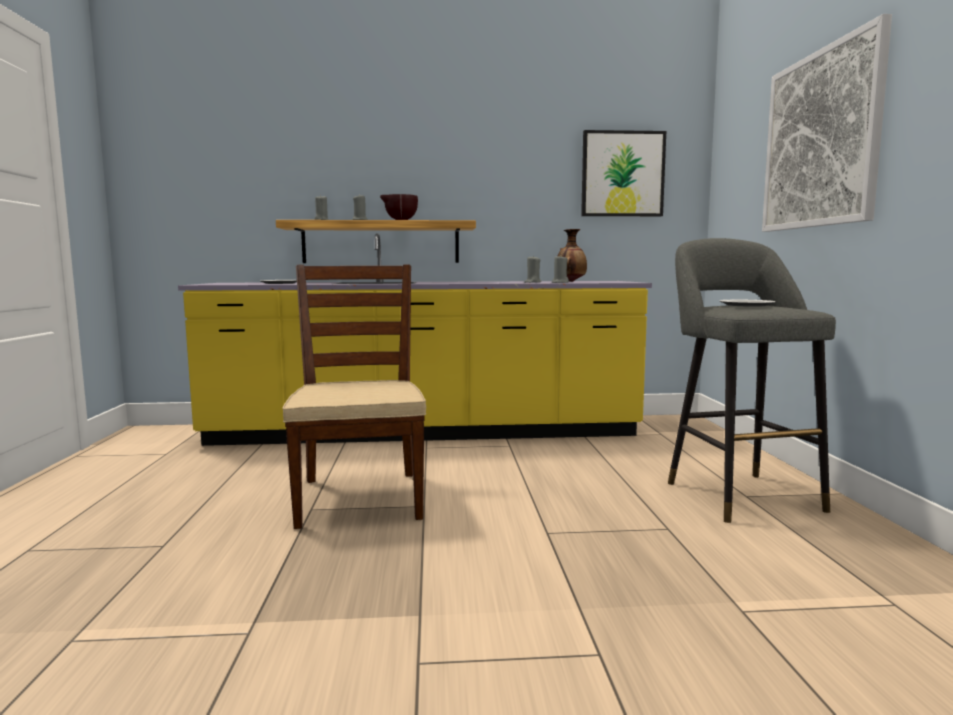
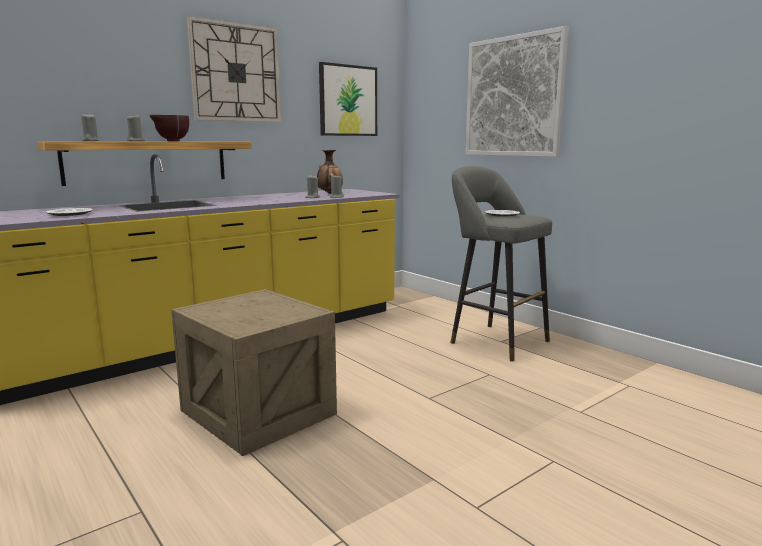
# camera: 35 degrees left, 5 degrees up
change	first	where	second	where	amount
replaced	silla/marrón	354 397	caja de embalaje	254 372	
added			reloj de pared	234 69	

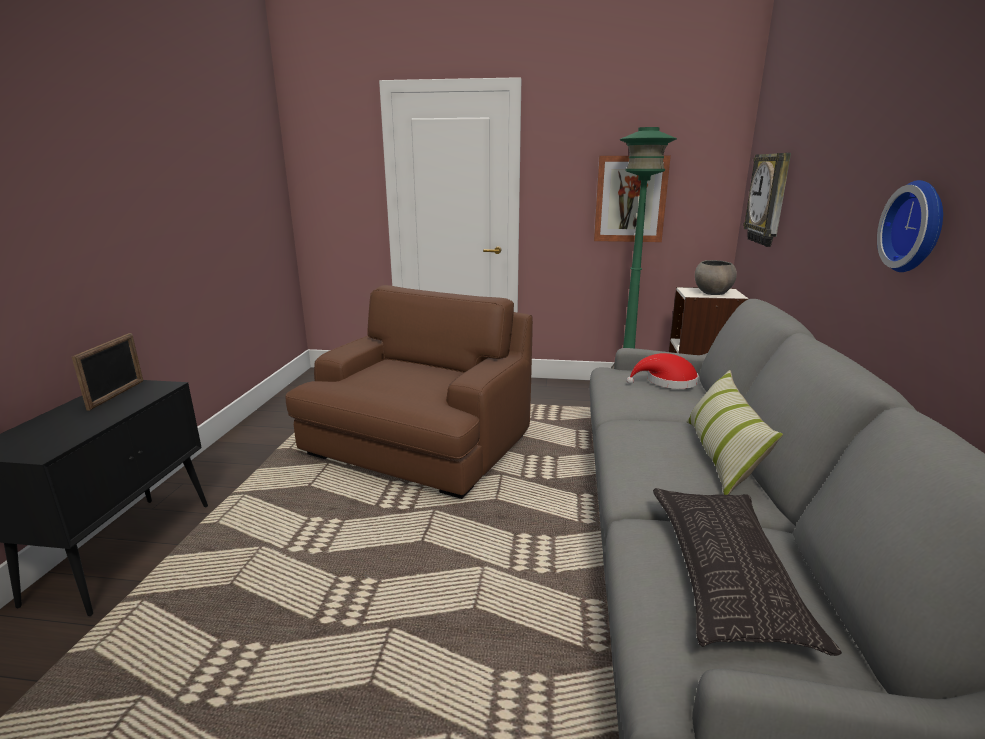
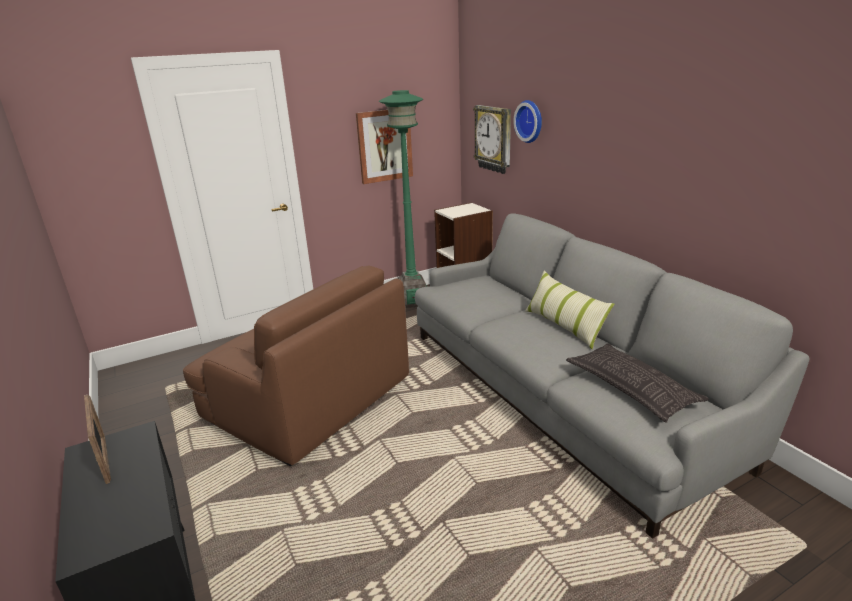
# camera: 35 degrees left, 5 degrees up
change	first	where	second	where	amount
moved	reloj de pared	910 226		527 121	
removed	cuenco/gris	716 277			
turned	sillón/marrón	409 392		296 365	135 degrees clockwise
removed	sombrero/rojo	662 371			

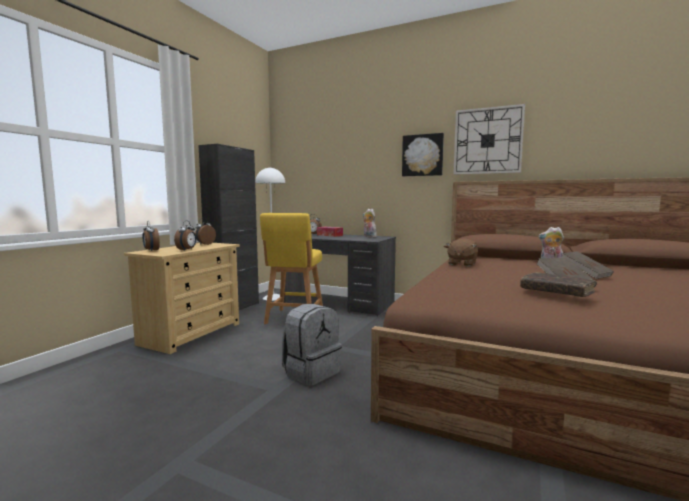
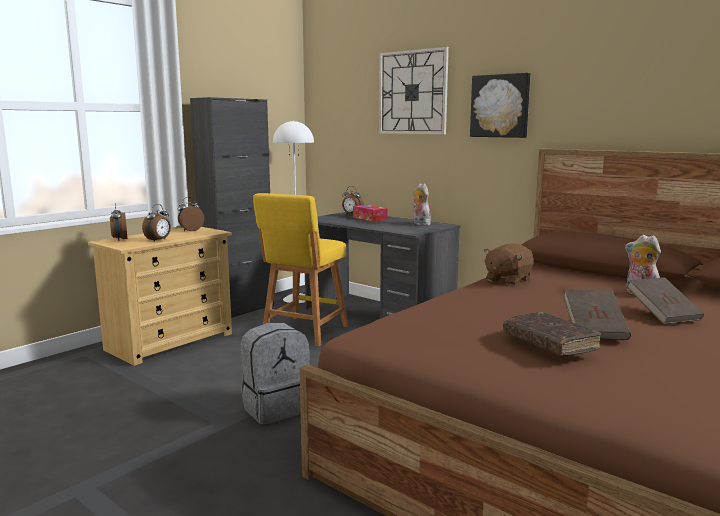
# camera: 15 degrees right, 5 degrees up
change	first	where	second	where	amount
moved	reloj de pared	489 139		414 91	

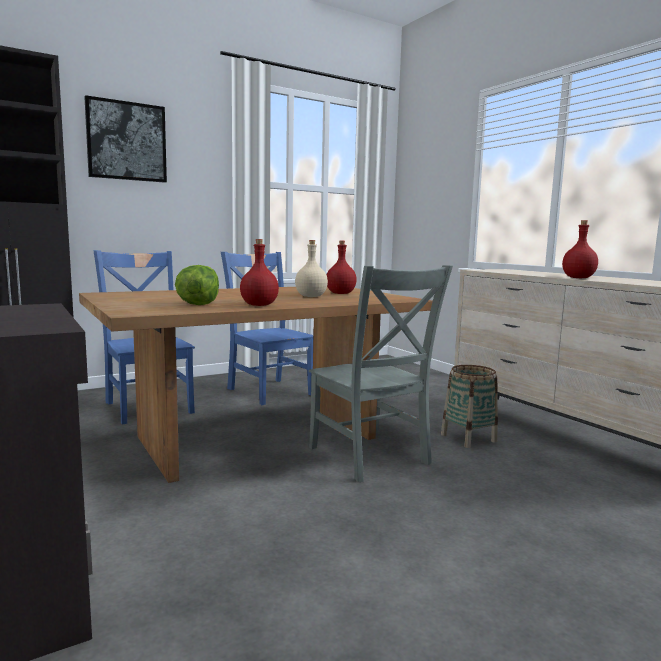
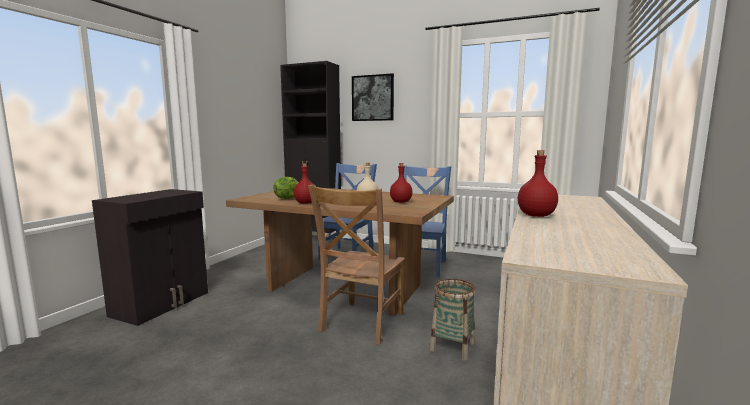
# camera: 55 degrees right, 0 degrees up
change	first	where	second	where	amount
recoloured	silla/gris	381 374	silla/marrón	356 265	

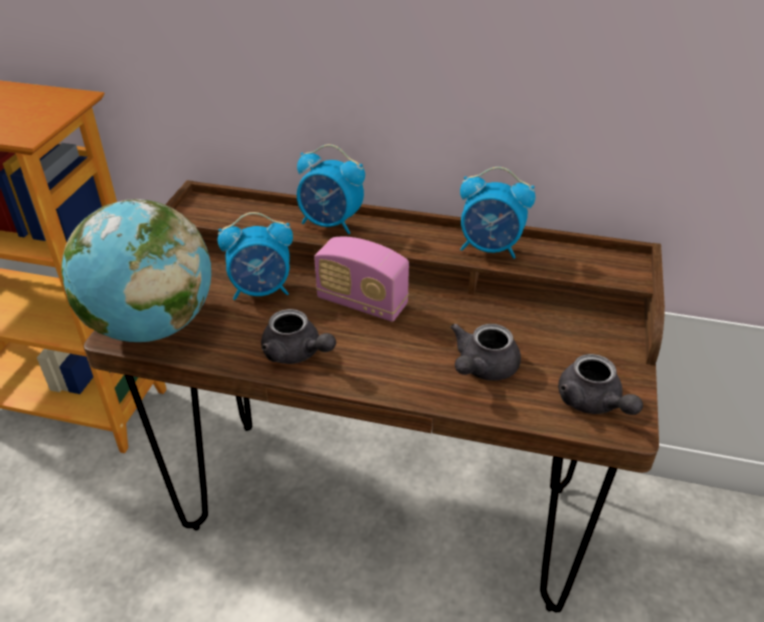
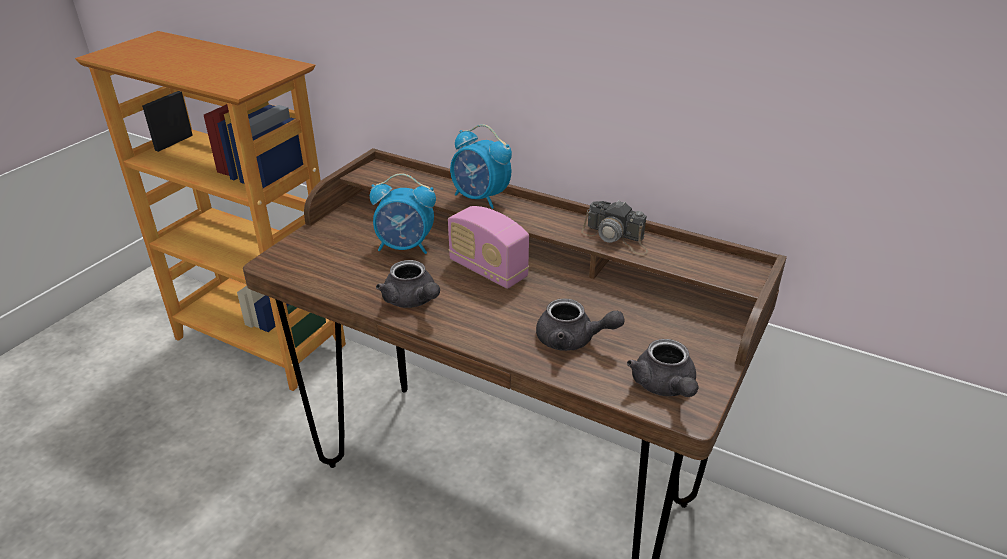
# camera: 15 degrees right, 5 degrees down
change	first	where	second	where	amount
replaced	despertador	497 213	cámara	614 227	
removed	globo terráqueo	136 270			
turned	tetera/gris	485 352		580 324	120 degrees counterclockwise

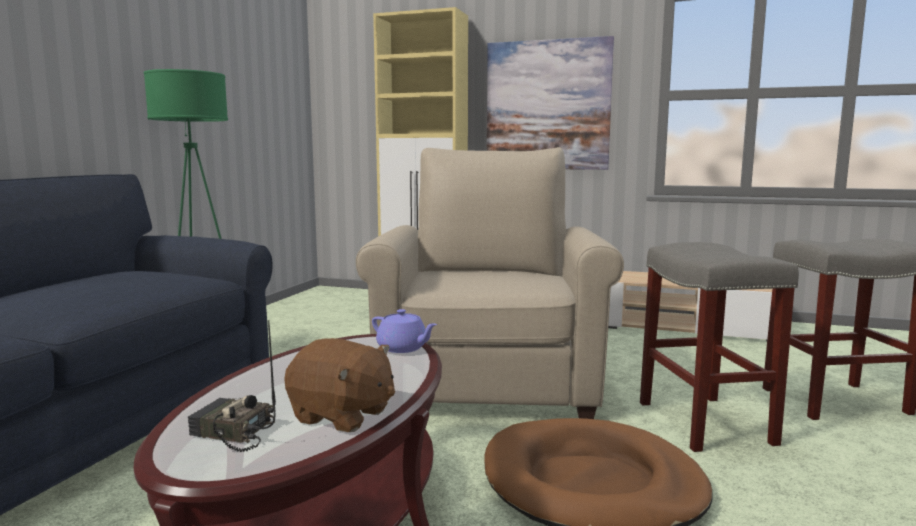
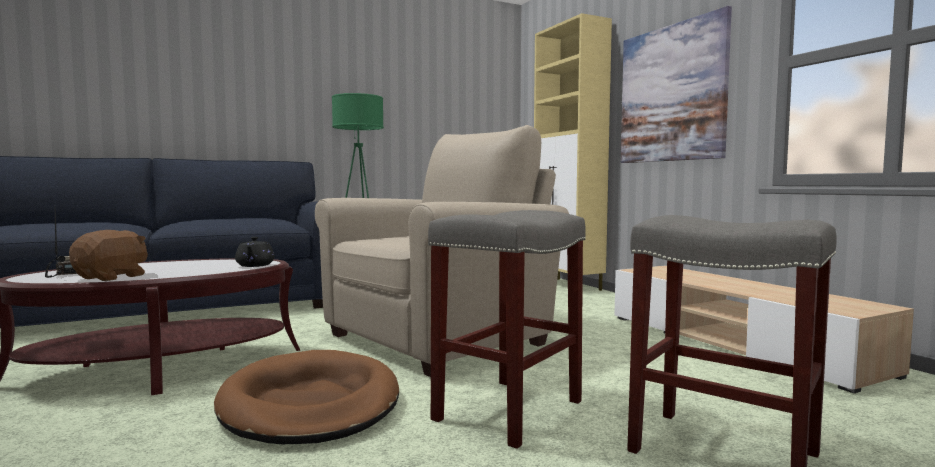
# camera: 45 degrees right, 5 degrees down
change	first	where	second	where	amount
recoloured	tetera/morado	404 331	tetera/negro	255 252	
turned	peluche/marrón	339 385		108 255	135 degrees counterclockwise

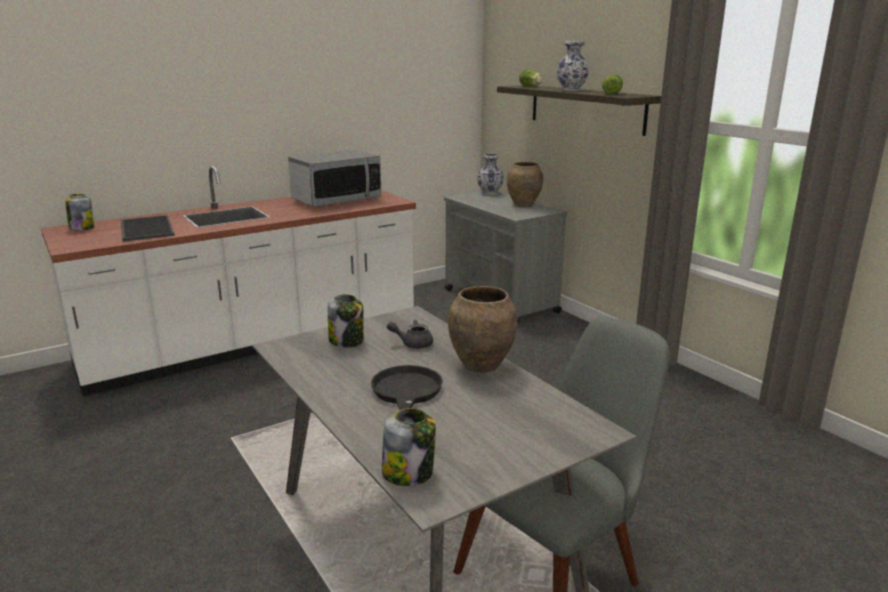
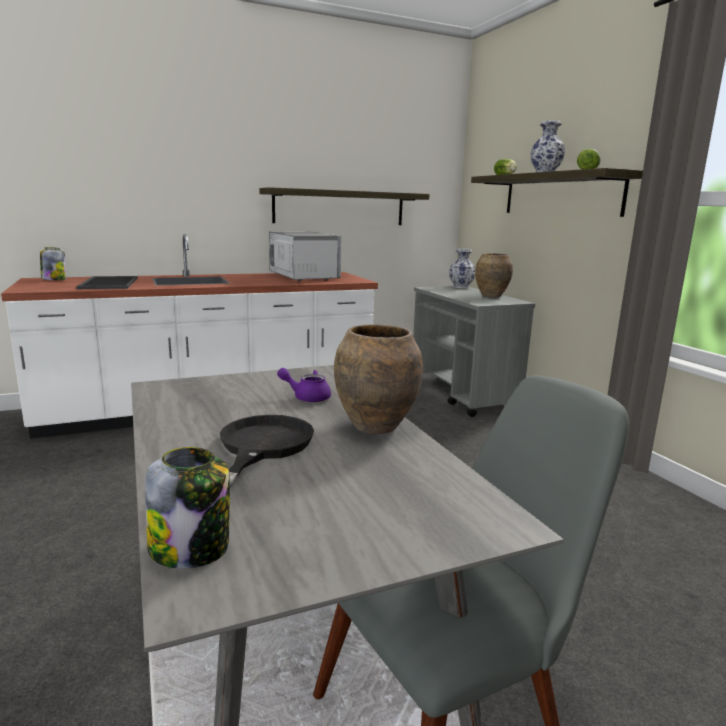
# camera: 10 degrees right, 5 degrees down
change	first	where	second	where	amount
turned	microondas	335 178		305 256	90 degrees counterclockwise
removed	tarro	346 320			
recoloured	tetera/gris	410 334	tetera/morado	304 385	
added			estante	344 206	

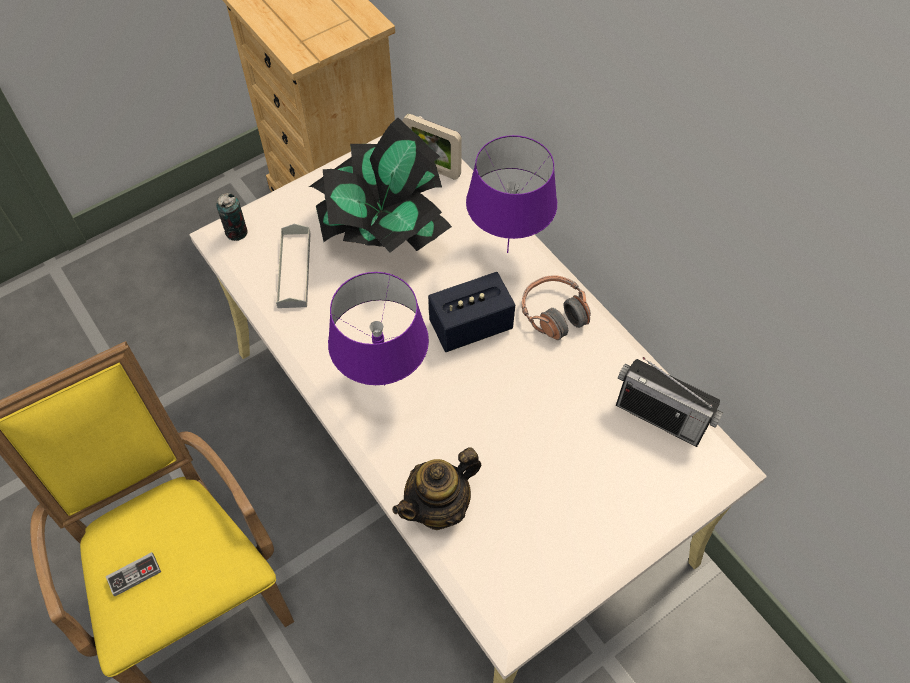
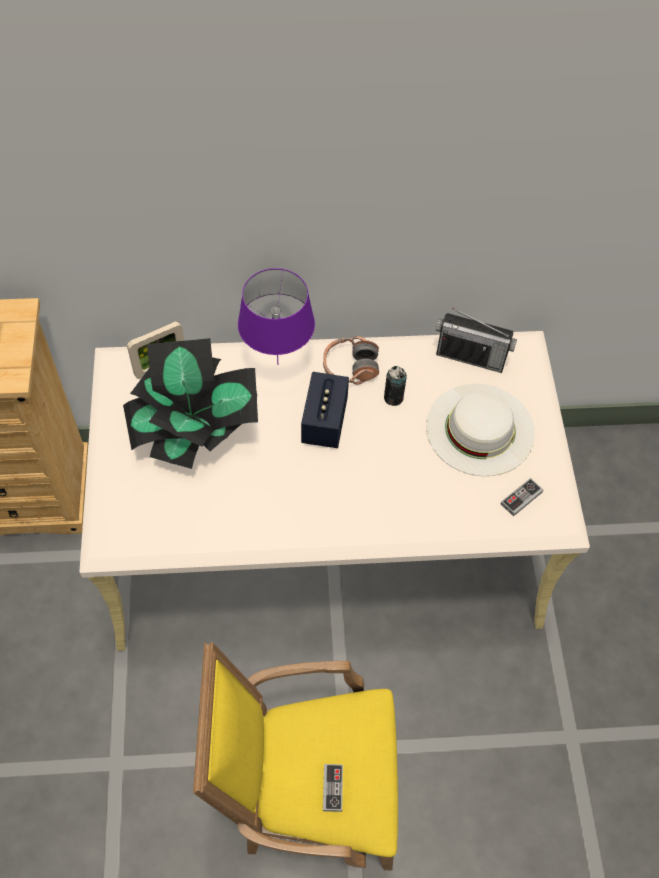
# camera: 60 degrees left, 0 degrees up
change	first	where	second	where	amount
moved	lata	231 217		395 386	
removed	bandeja/gris	293 266			
removed	lámpara de mesa/morado	378 329			
turned	radio	669 402		476 340	45 degrees clockwise
removed	tetera	436 488			
added			sombrero/blanco	480 430	
added			mando de consola	522 497	

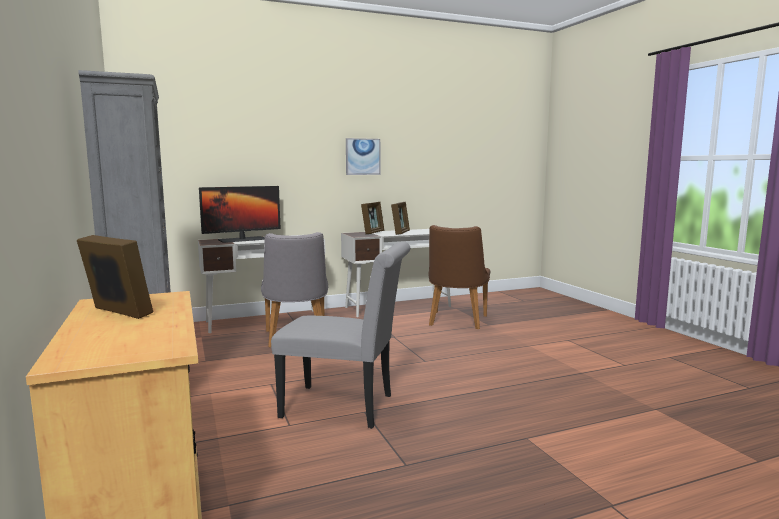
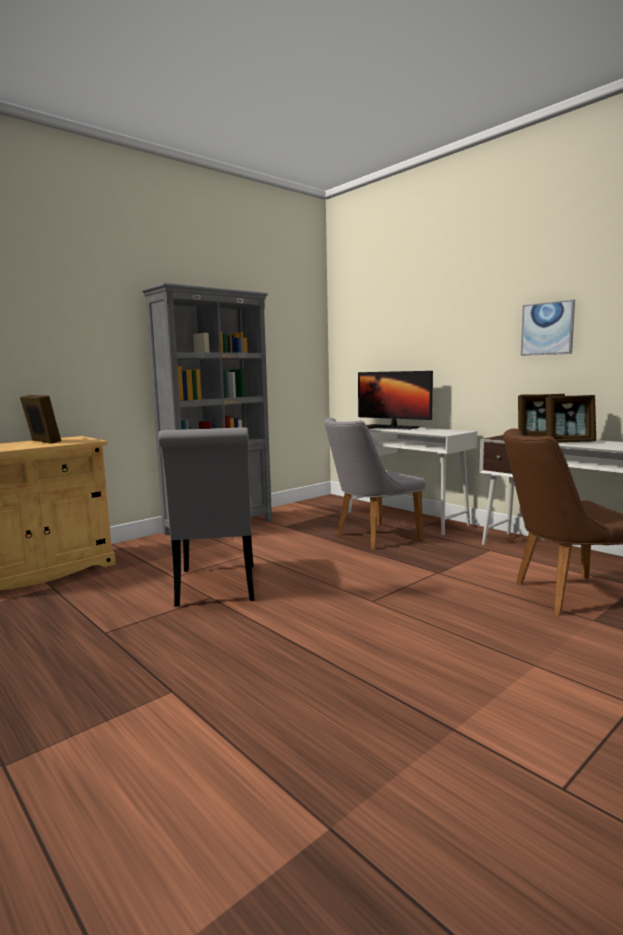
# camera: 70 degrees right, 0 degrees up
change	first	where	second	where	amount
turned	portarretratos	115 277		40 419	60 degrees counterclockwise

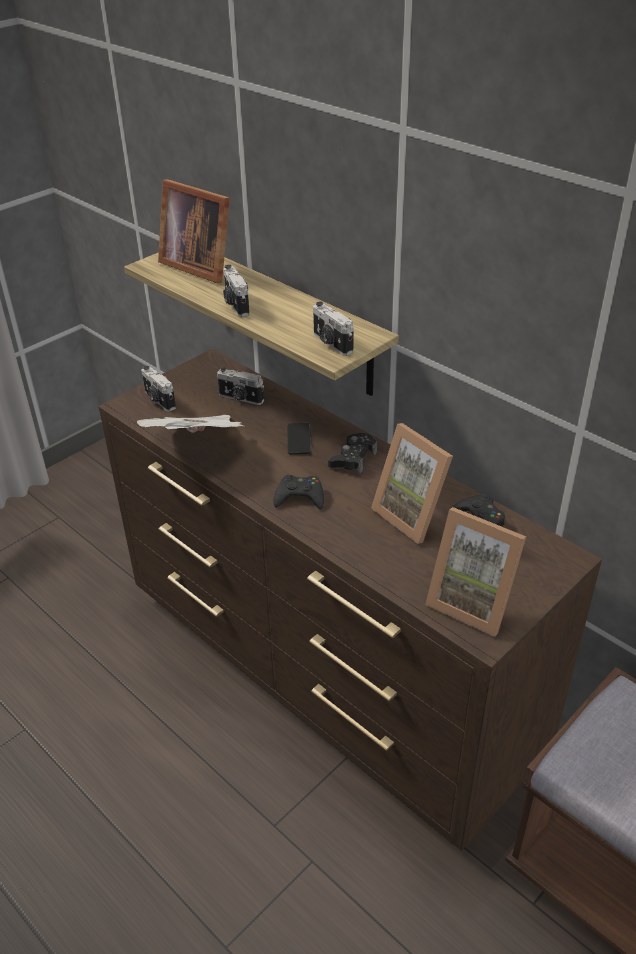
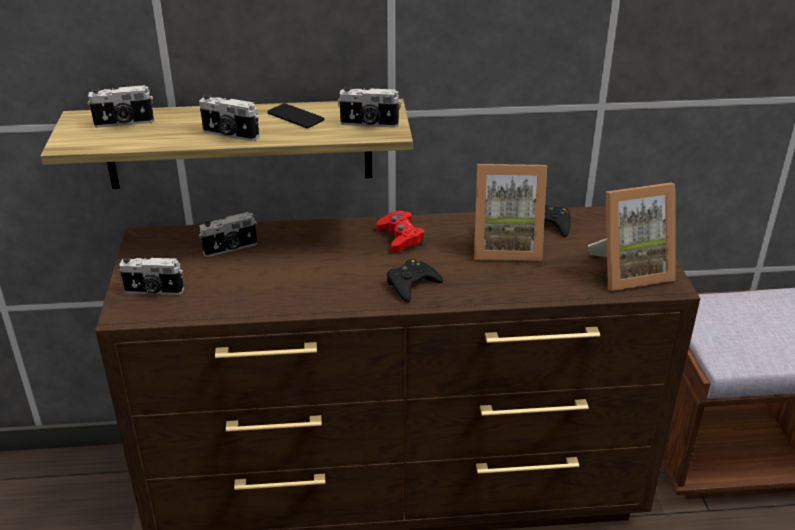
# camera: 50 degrees left, 5 degrees down
change	first	where	second	where	amount
replaced	portarretratos	194 231	cámara	120 106	
removed	periódico	190 424			
moved	móvil	299 439		295 115	
recoloured	mando de consola/negro	352 453	mando de consola/rojo	401 232	

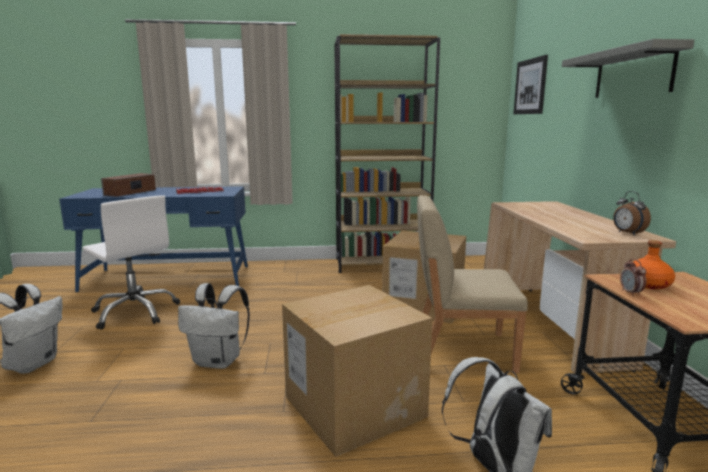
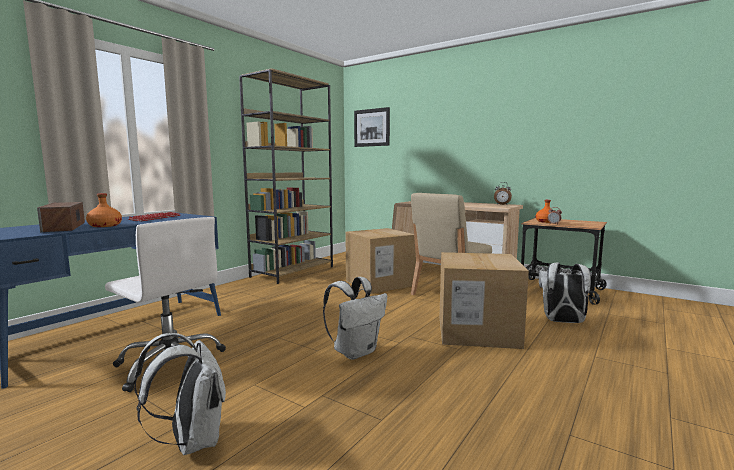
# camera: 50 degrees left, 5 degrees down
change	first	where	second	where	amount
removed	estante/gris	628 68			
turned	silla de oficina/blanco	131 262		165 304	45 degrees clockwise
added			botella/naranja	104 210	

